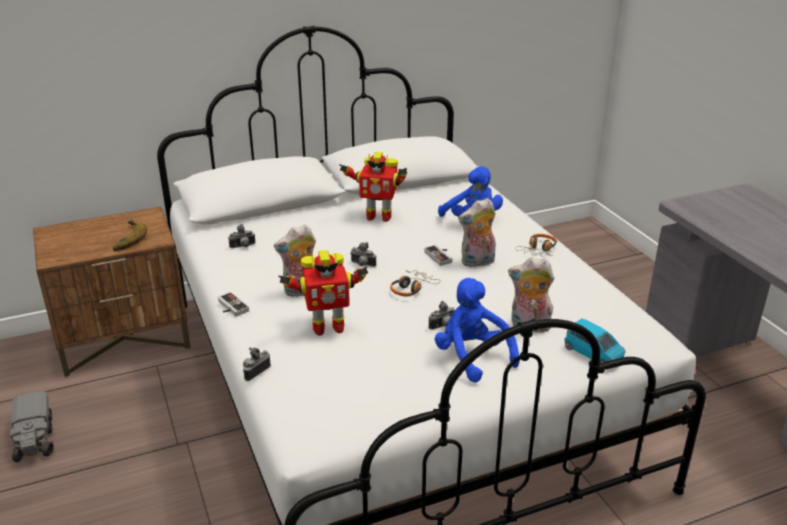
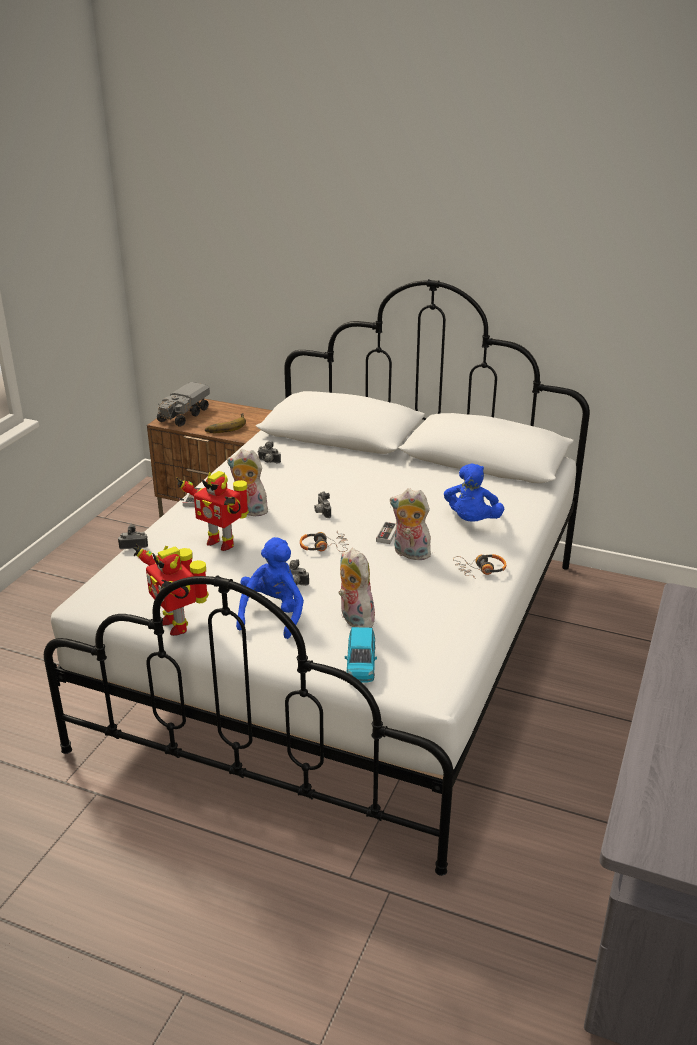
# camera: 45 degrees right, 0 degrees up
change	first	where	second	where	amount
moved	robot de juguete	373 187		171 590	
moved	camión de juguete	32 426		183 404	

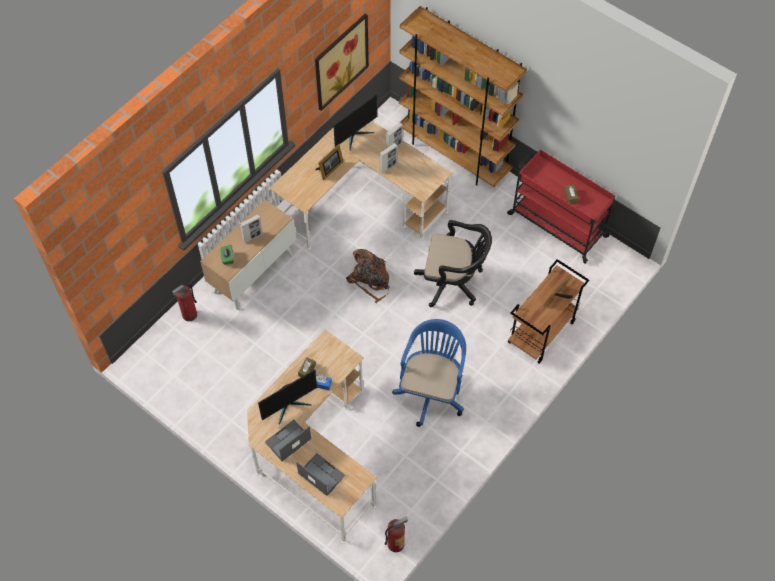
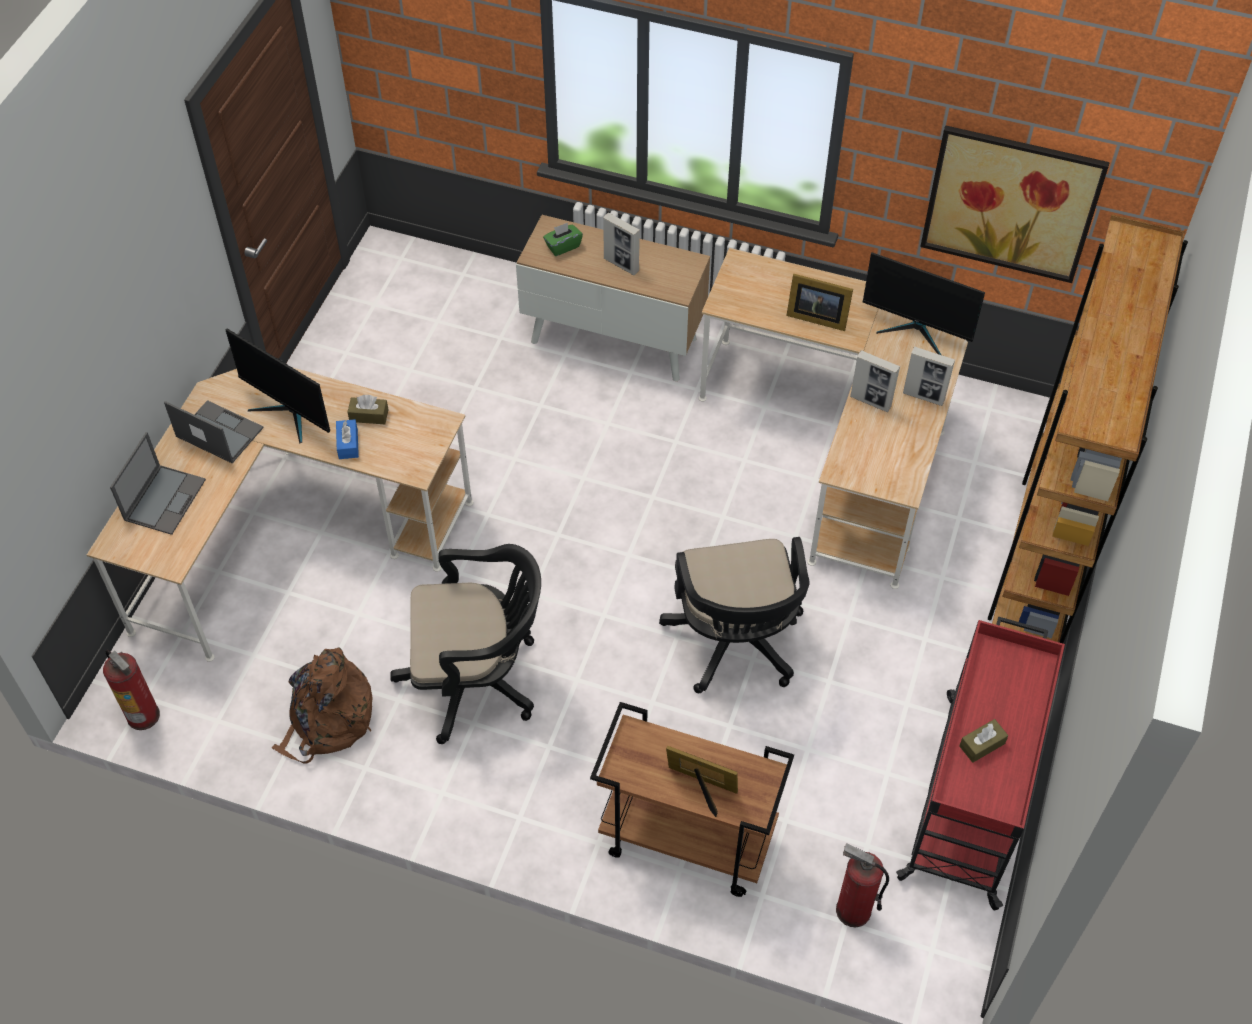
# camera: 70 degrees right, 5 degrees down
change	first	where	second	where	amount
moved	mochila/marrón	368 276		322 705	
moved	extintor	184 302		862 885	
recoloured	silla de oficina/azul	429 373	silla de oficina/negro	465 644	

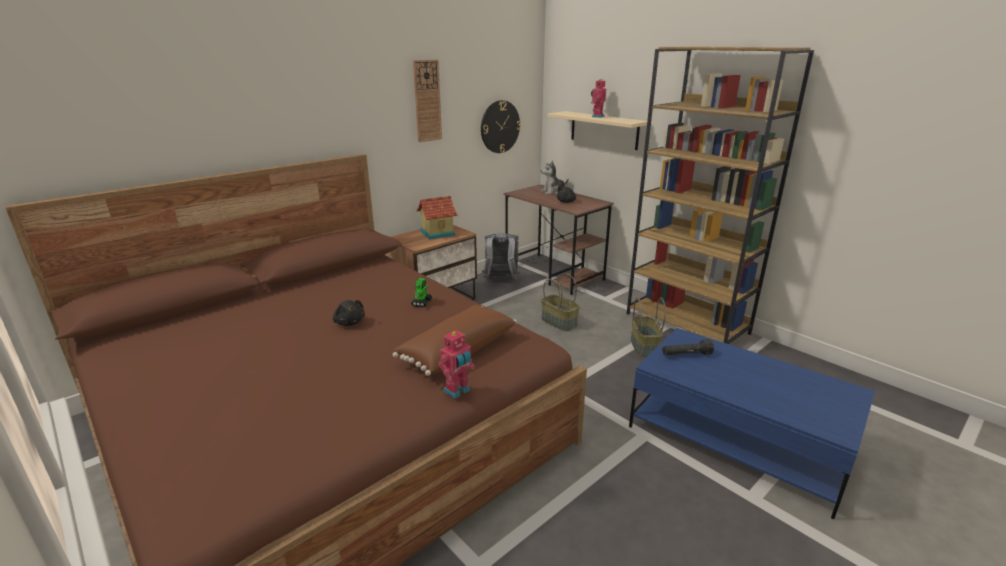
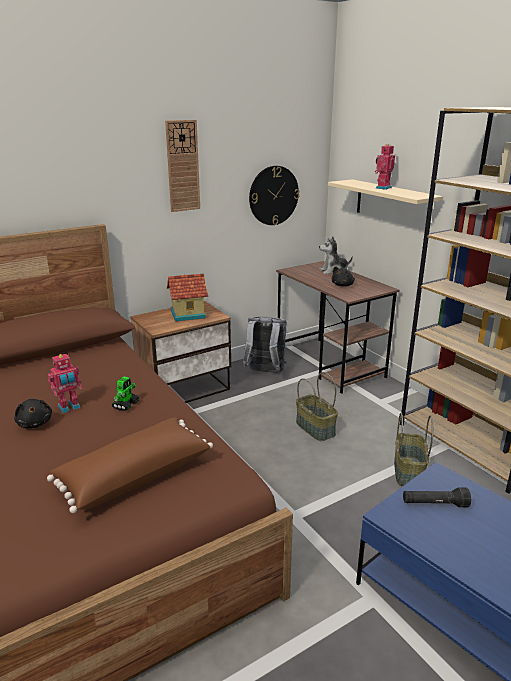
# camera: 10 degrees right, 0 degrees up
change	first	where	second	where	amount
moved	robot de juguete	456 364		65 383	

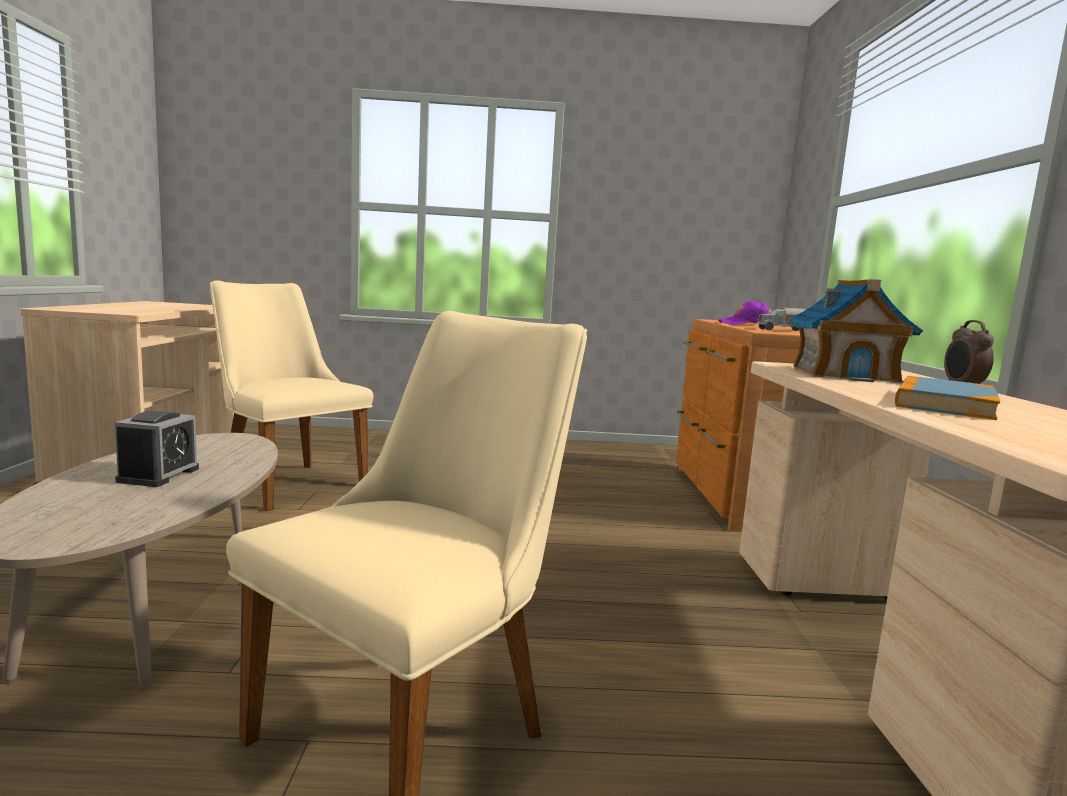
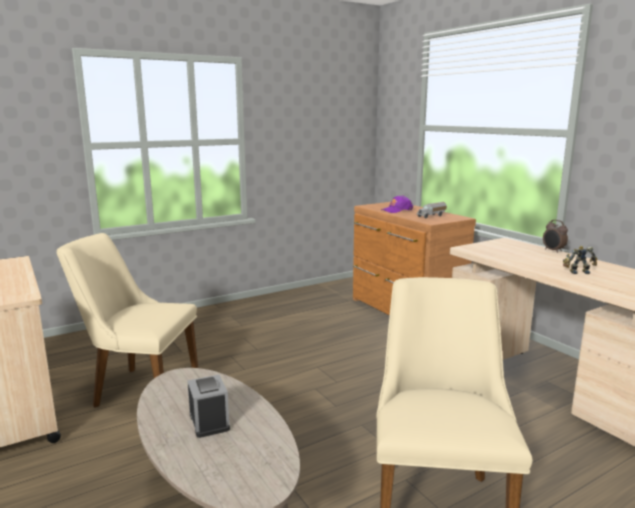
# camera: 30 degrees left, 5 degrees up
change	first	where	second	where	amount
removed	casita	856 331			
replaced	libro	947 398	robot de juguete	580 260	

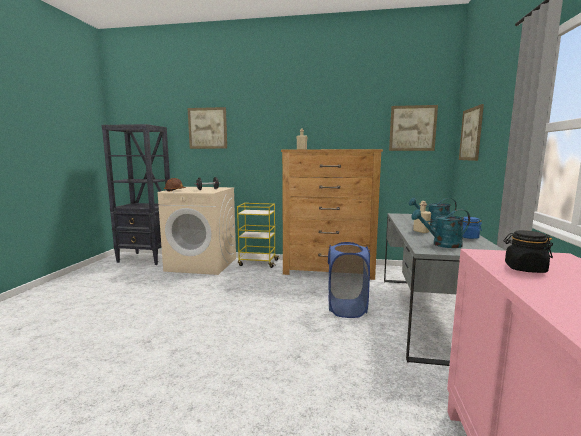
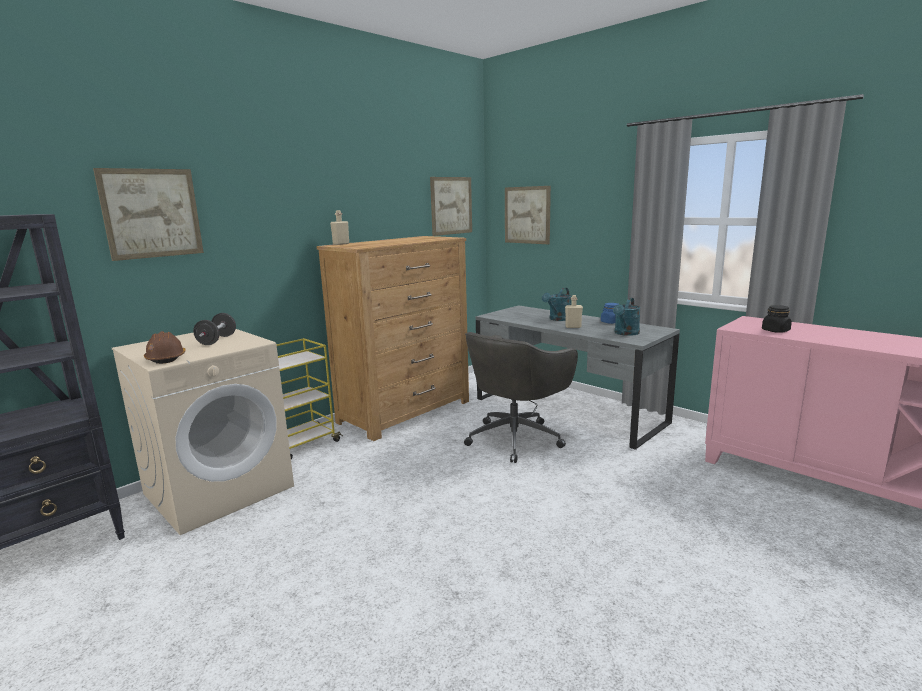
# camera: 55 degrees left, 5 degrees up
change	first	where	second	where	amount
replaced	cesto de la ropa/azul	349 280	silla de oficina/gris	521 397	

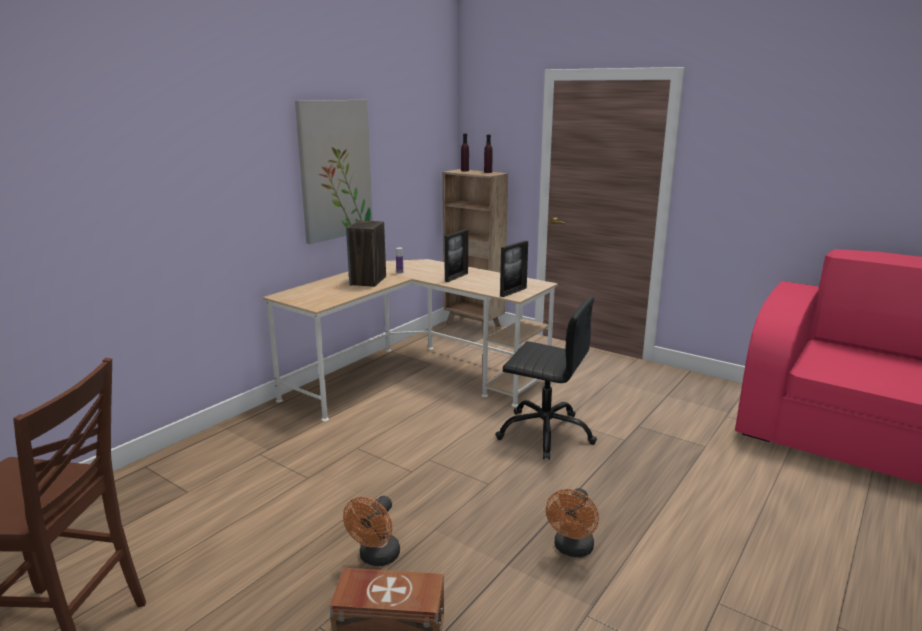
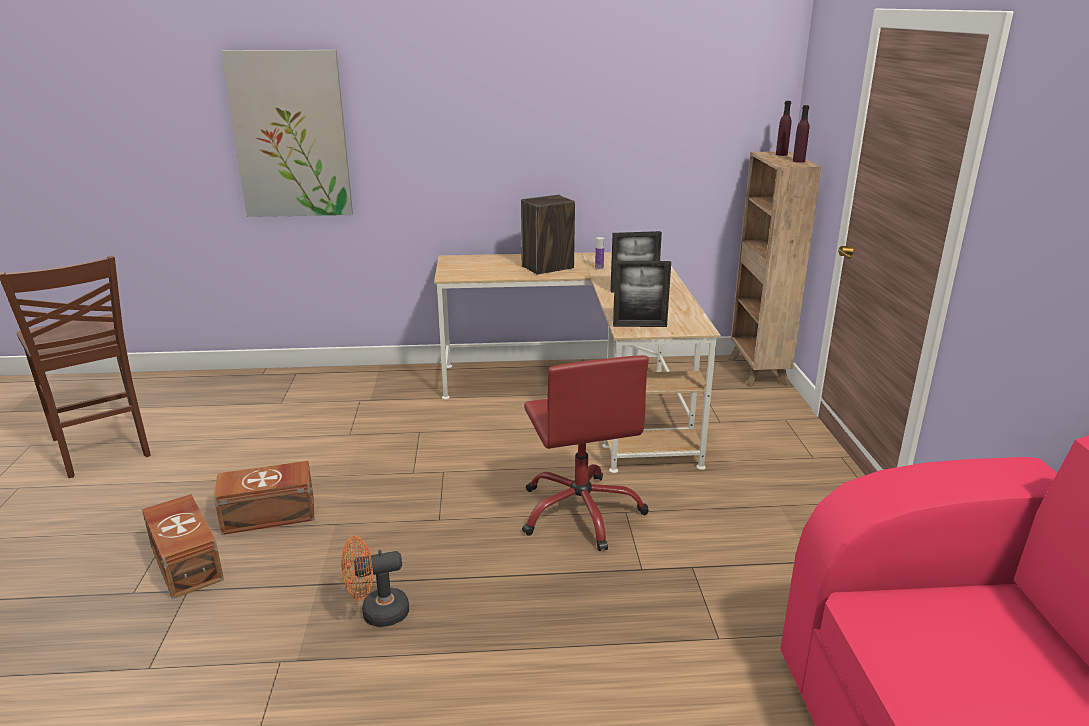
# camera: 50 degrees right, 5 degrees up
change	first	where	second	where	amount
moved	cuadro	334 172		287 133	
recoloured	silla de oficina/negro	546 378	silla de oficina/rojo	585 453	
replaced	ventilador/naranja	371 531	caja de almacenaje/marrón	264 498	

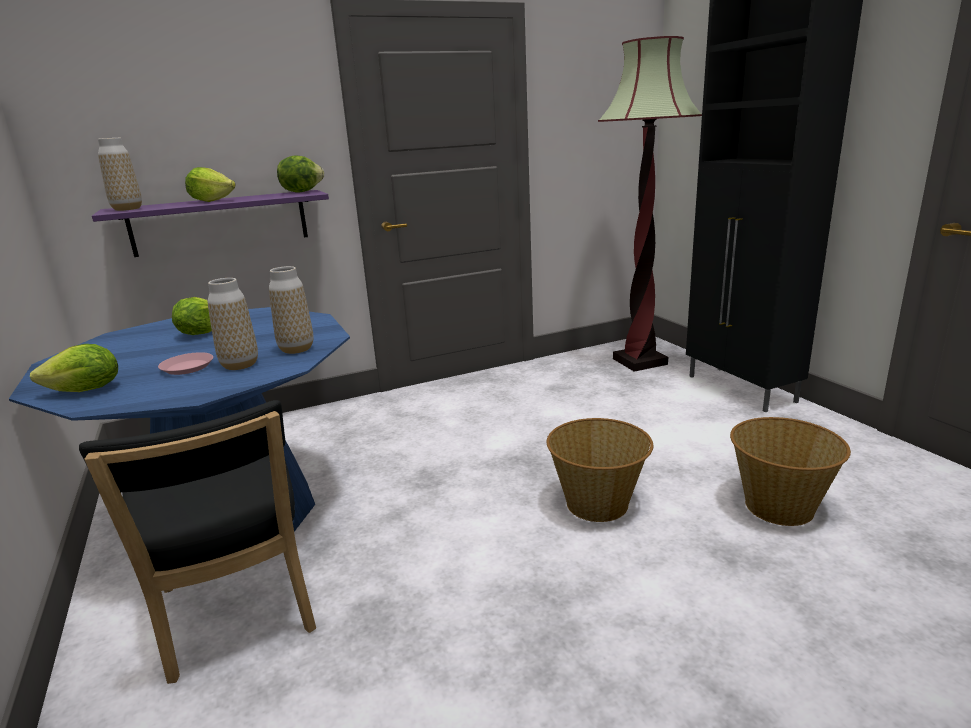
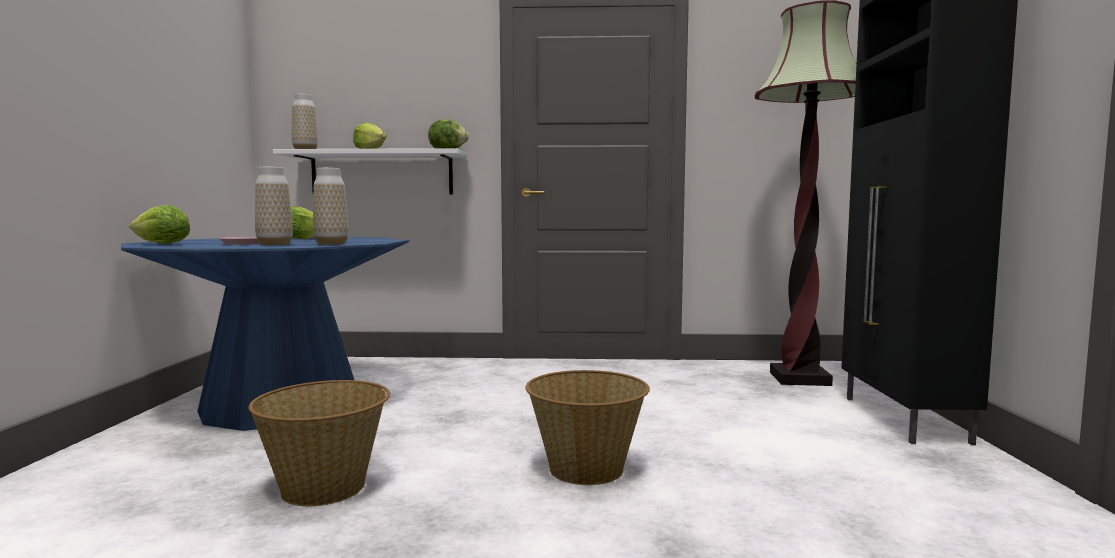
# camera: 25 degrees right, 15 degrees down
change	first	where	second	where	amount
recoloured	estante/morado	210 223	estante/blanco	370 171	
removed	silla/negro	197 542			
moved	cesta	790 471		319 443	

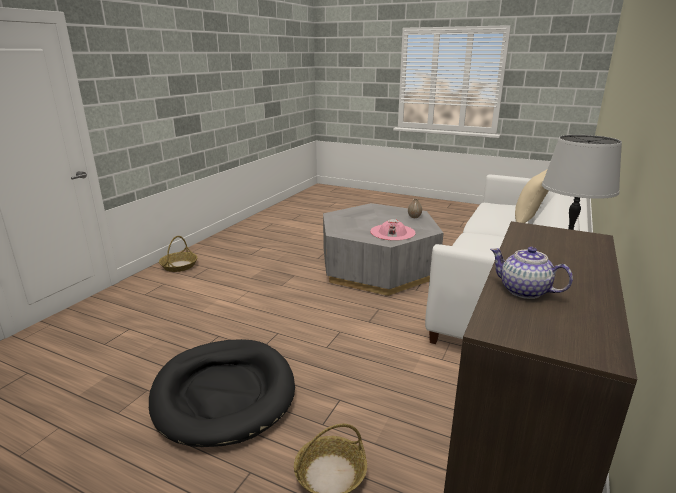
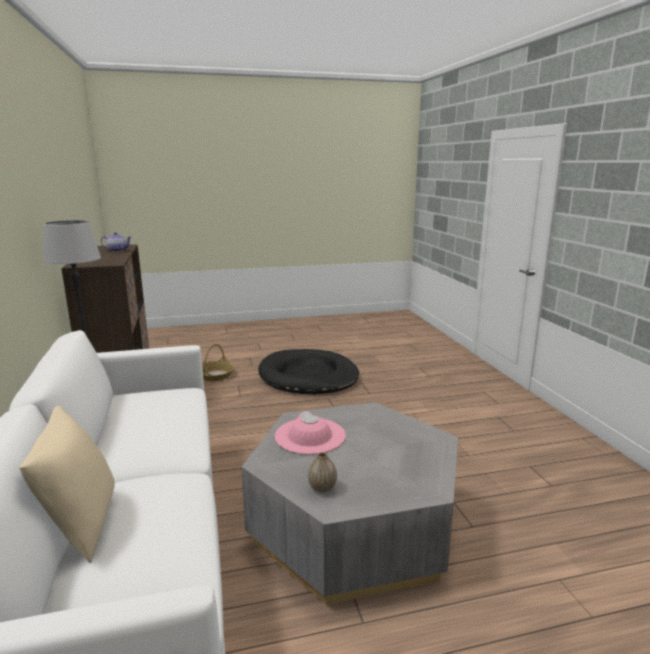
# camera: 140 degrees right, 5 degrees down
change	first	where	second	where	amount
removed	cesta	178 254			

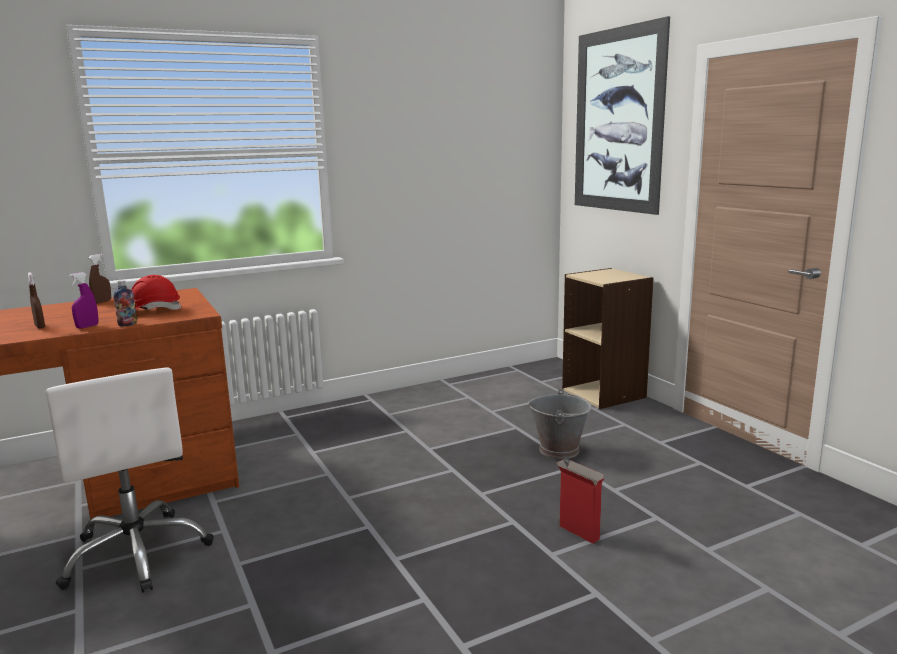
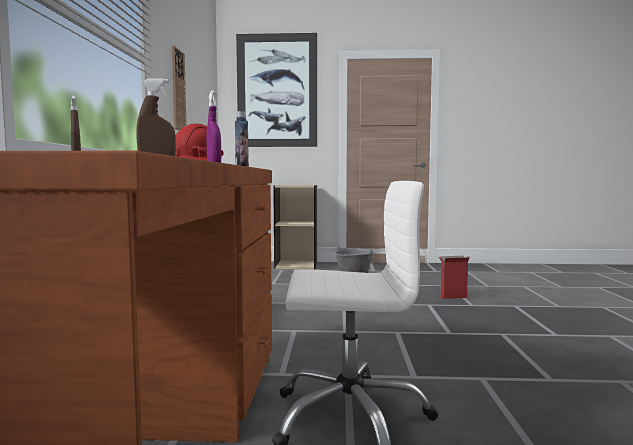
# camera: 60 degrees left, 10 degrees down
change	first	where	second	where	amount
added			reloj de pared	179 87	

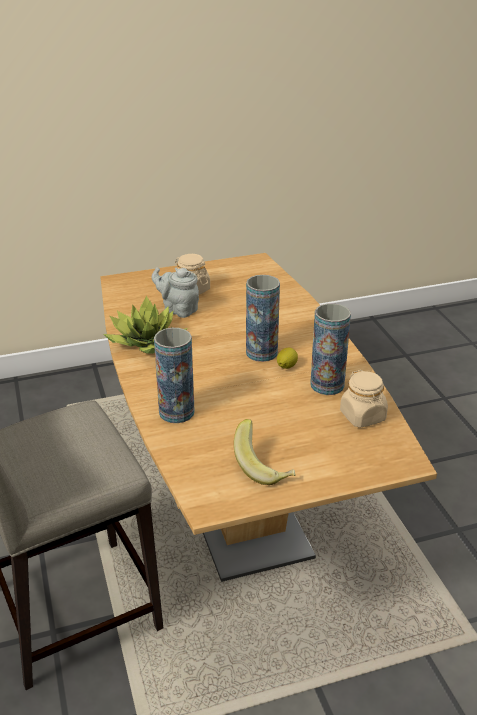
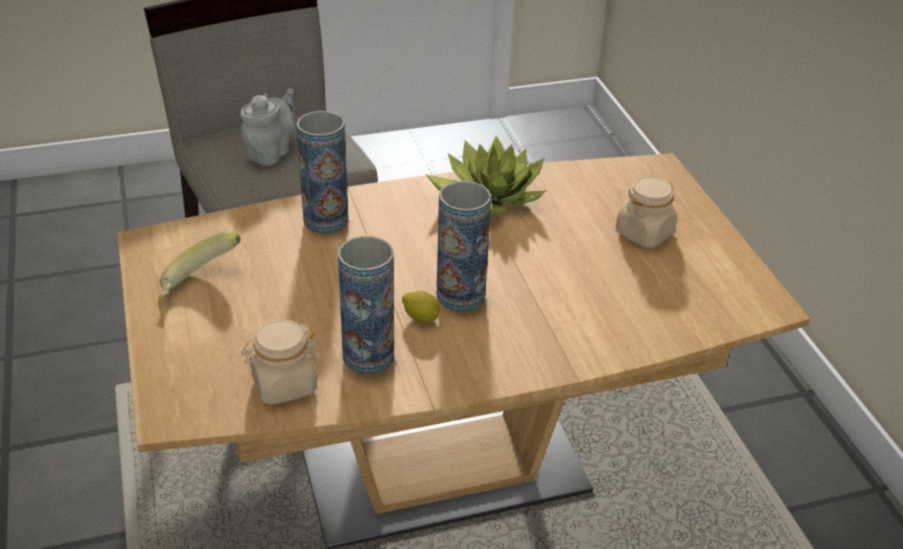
# camera: 90 degrees right, 5 degrees up
change	first	where	second	where	amount
moved	tetera/gris	175 292		267 127	

